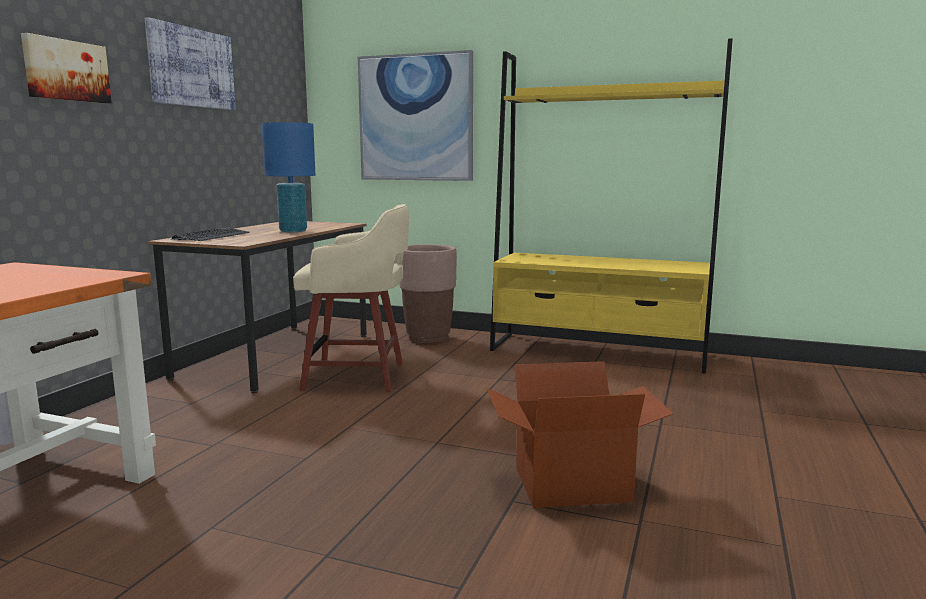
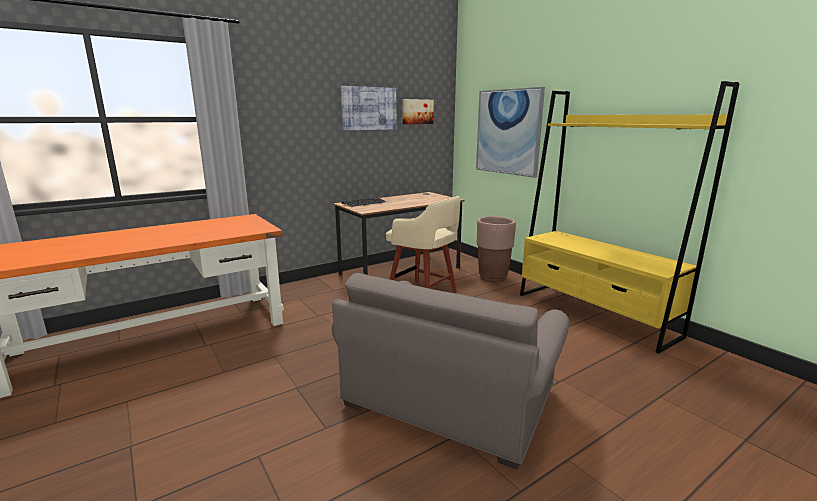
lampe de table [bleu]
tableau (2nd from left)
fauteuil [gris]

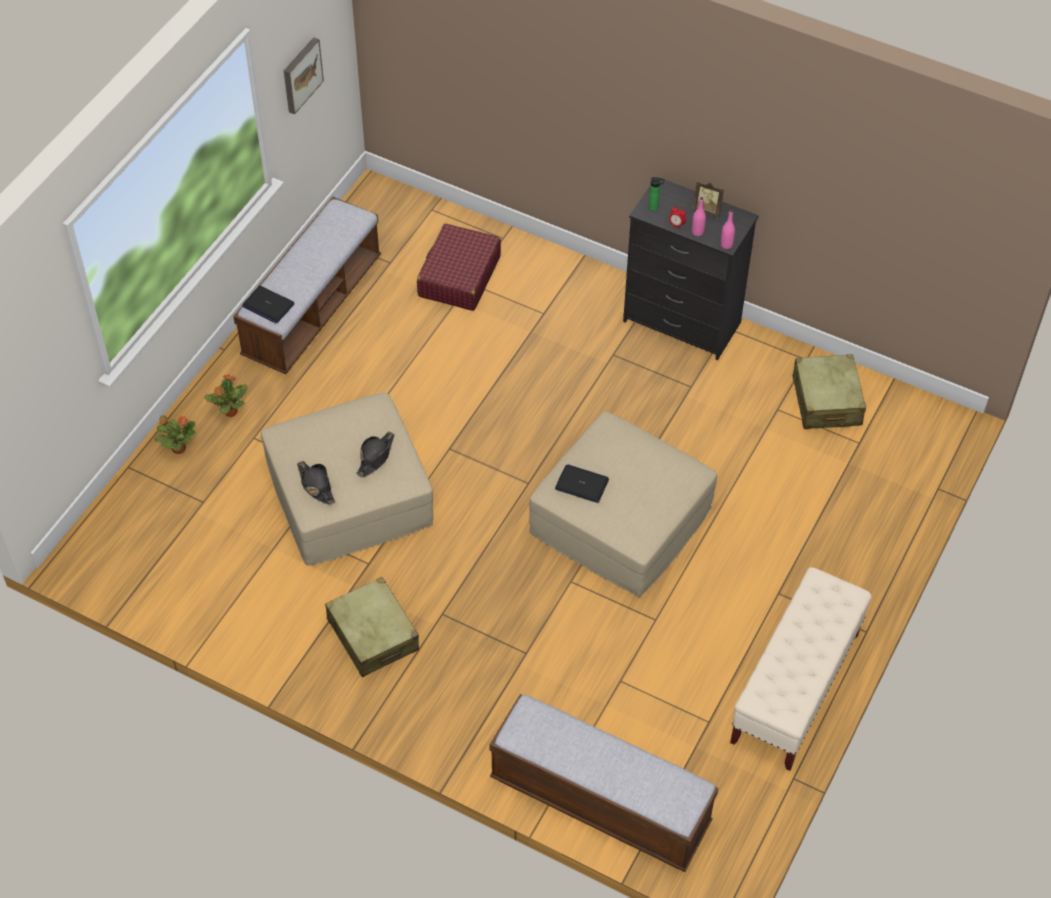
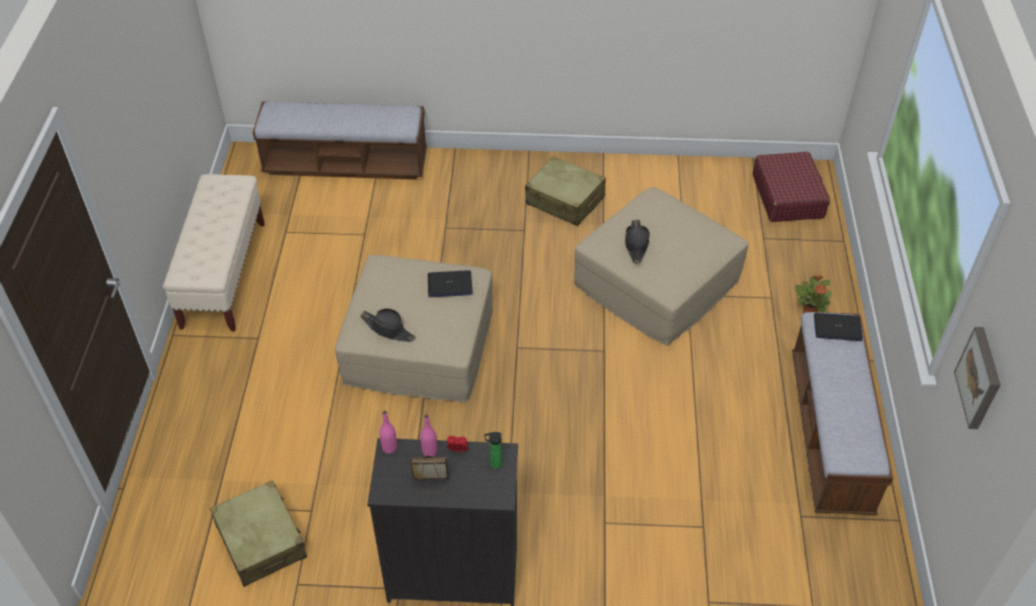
plante en pot (1st from left in the first image)
chapeau [noir] (1st from left)
valise [rouge]

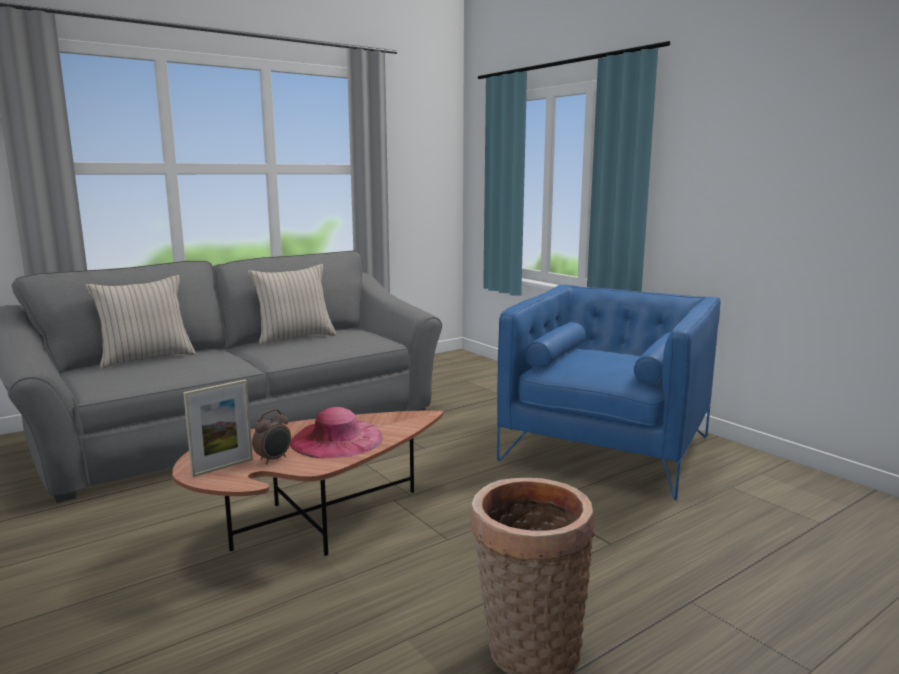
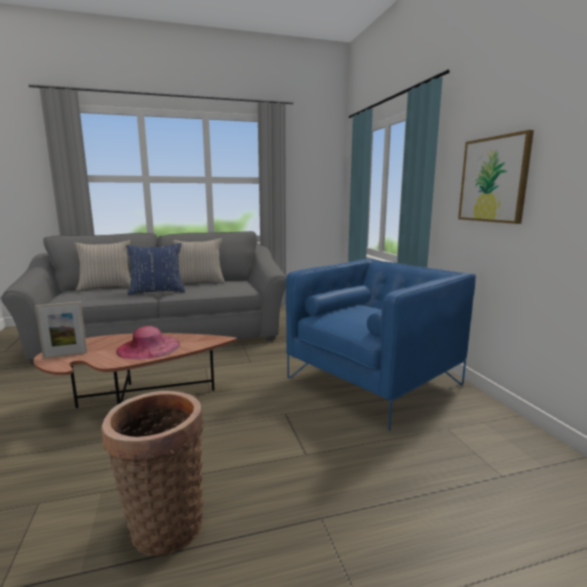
réveil
coussin [bleu]
tableau

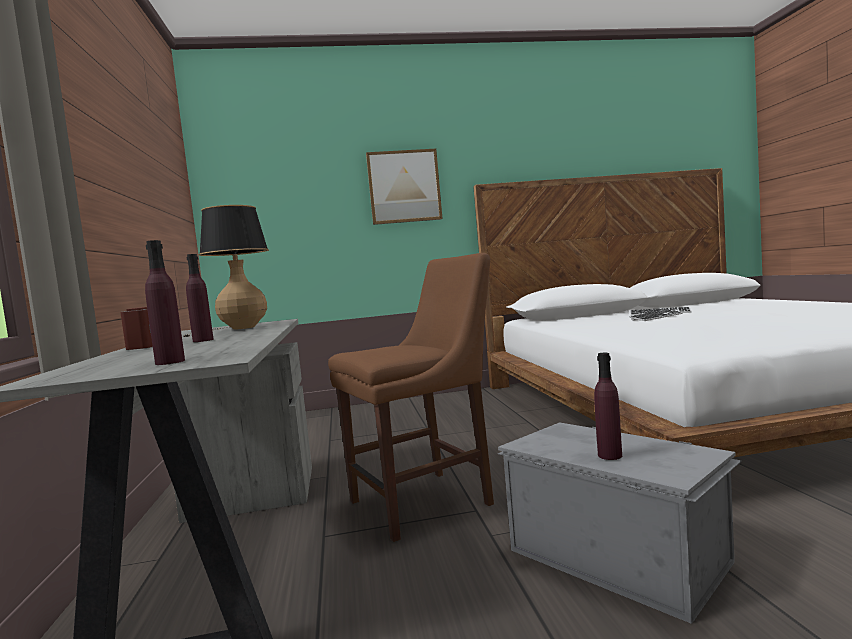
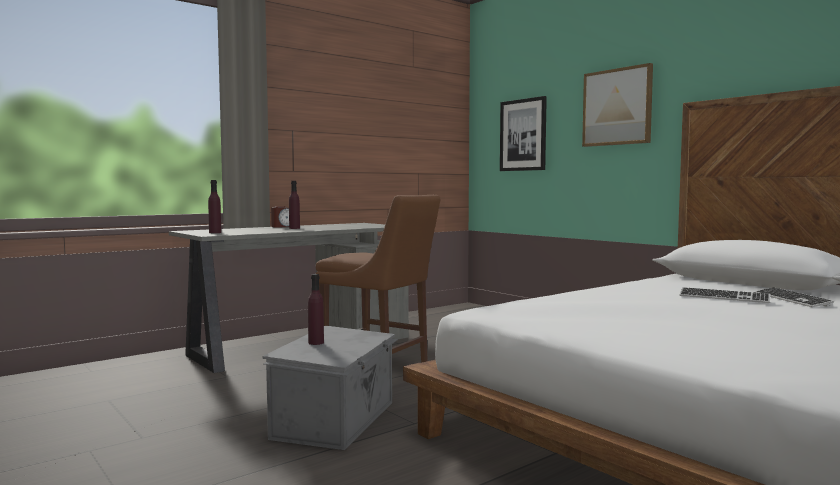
lampe de table
tableau (1st from left)

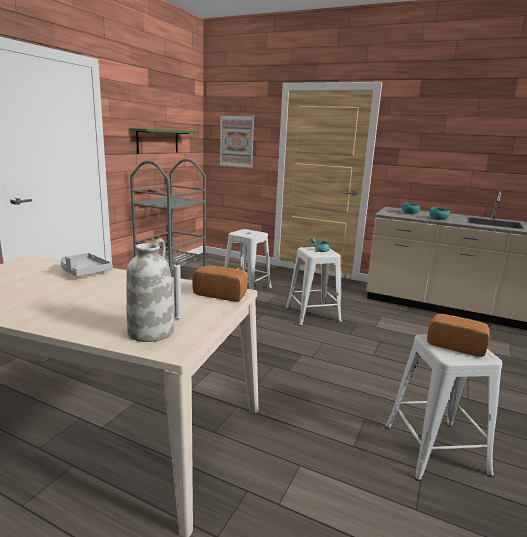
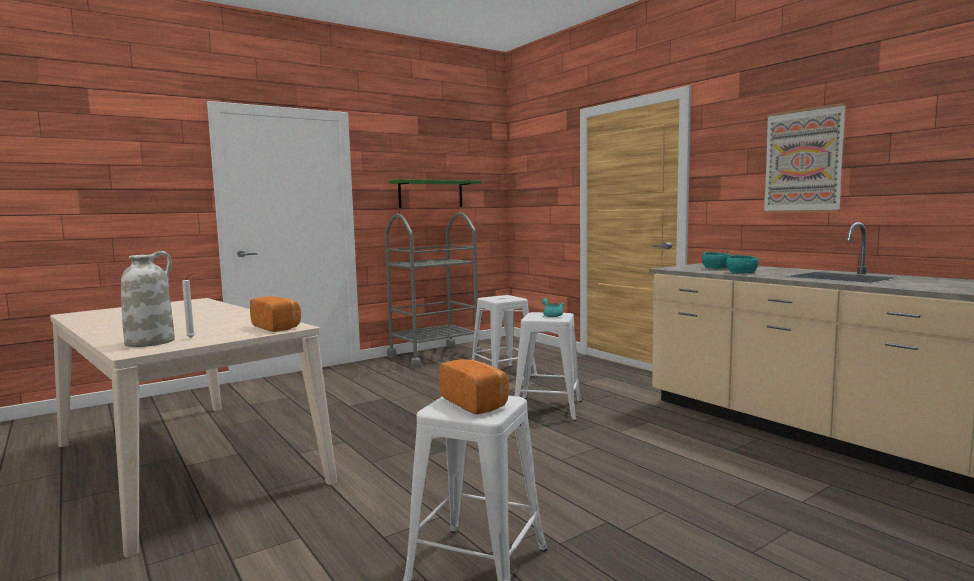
plateau [gris]
tableau

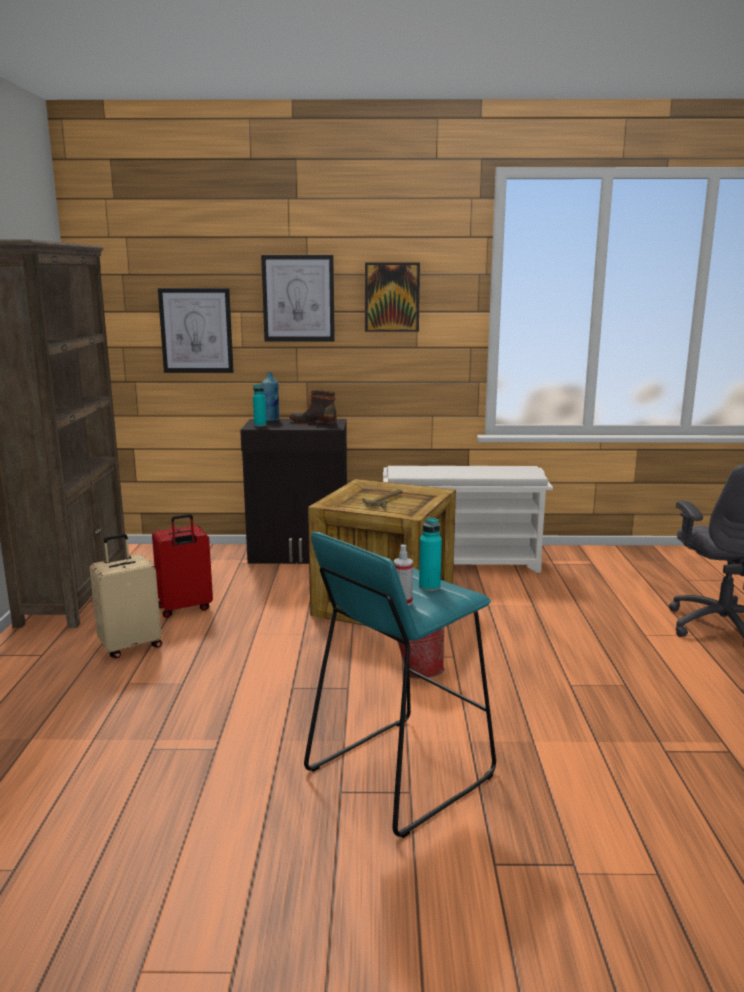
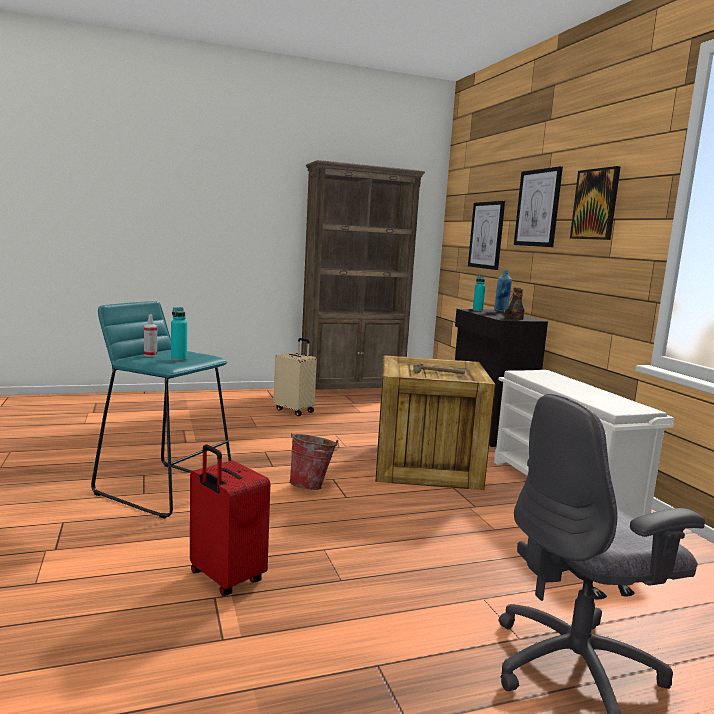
valise [rouge]

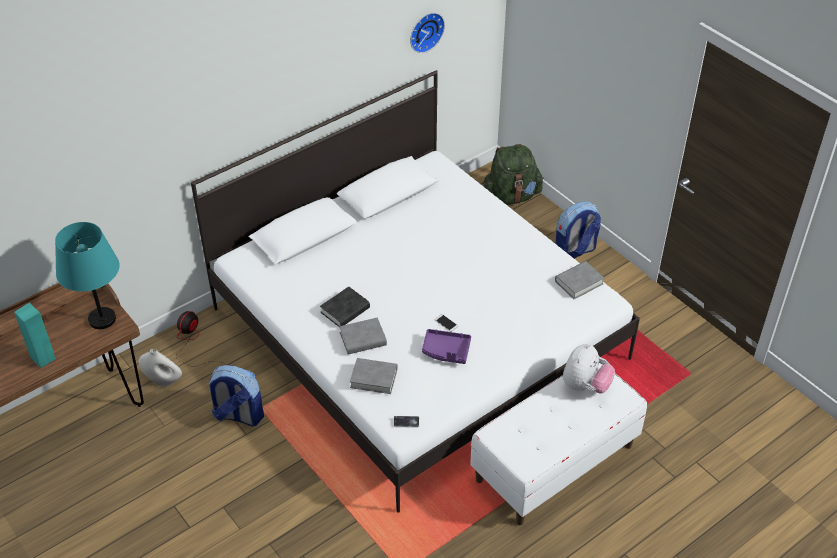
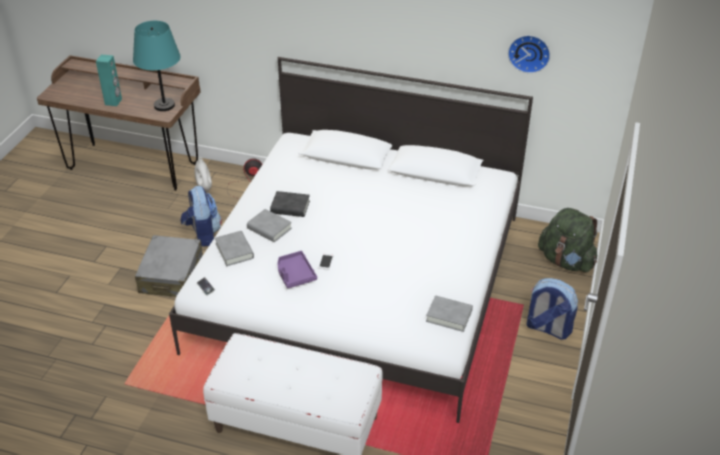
peluche
valise [gris]

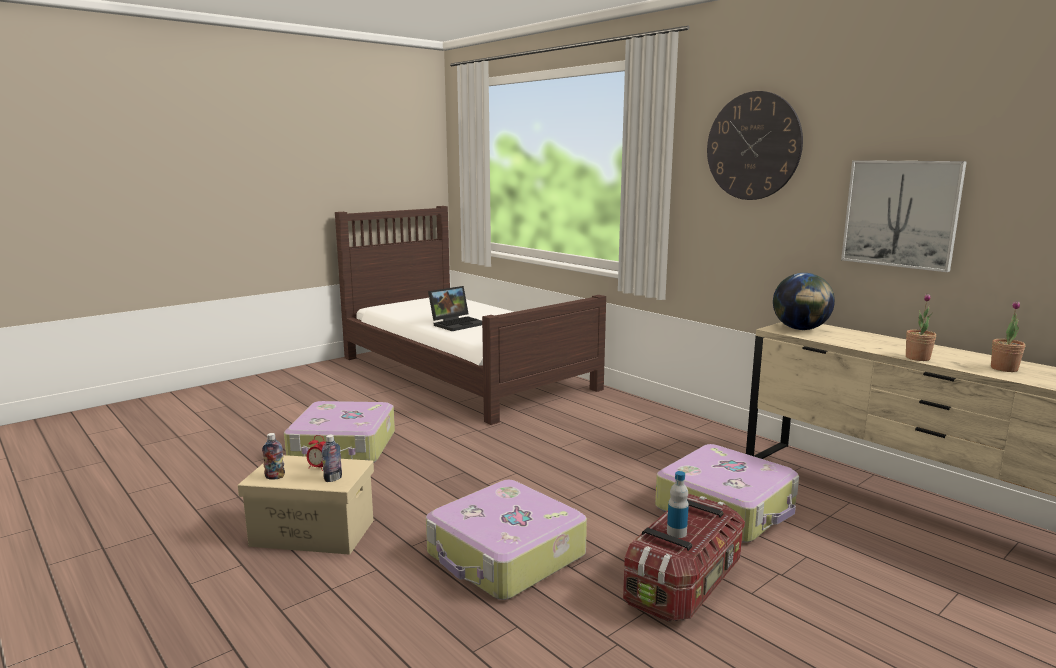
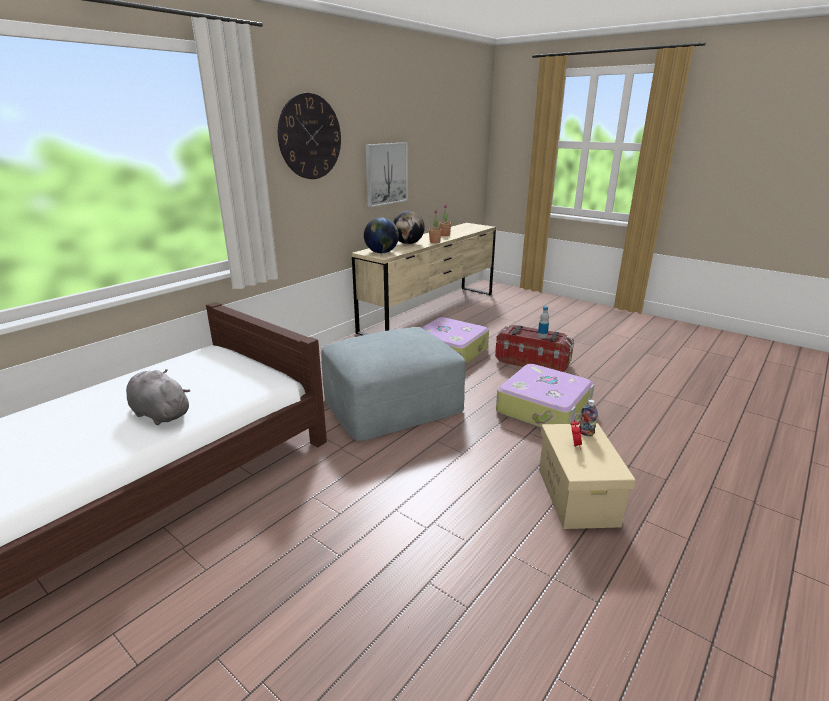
bouteille (1st from left in the first image)
valise (1st from left in the first image)
pouf [gris]
globe (2nd from left)
peluche [gris]

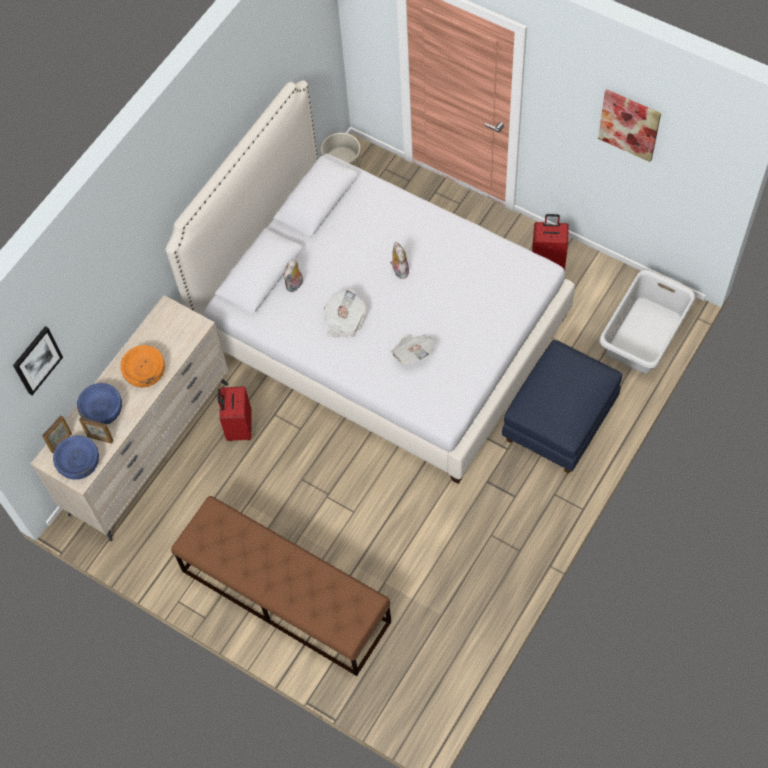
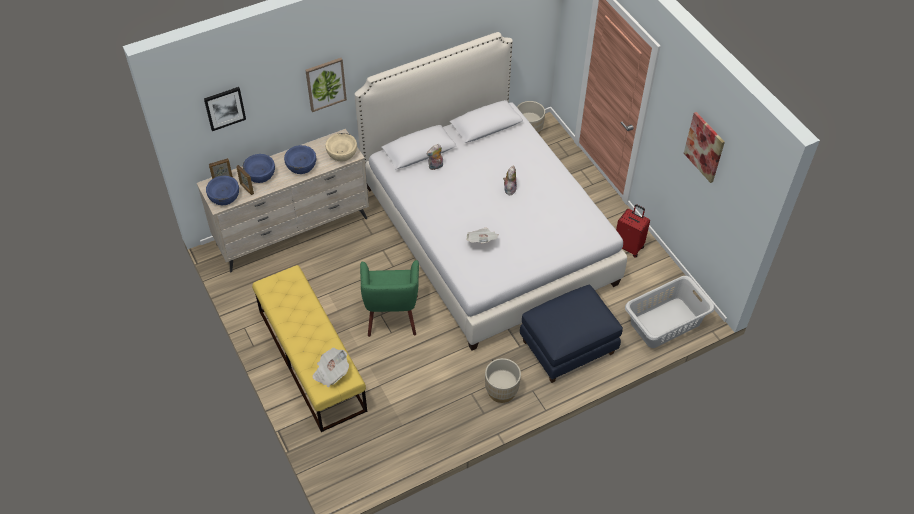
valise [rouge] (1st from left in the first image)
tableau (2nd from left)
bol [beige]
fauteuil [vert]
cache-pot [beige] (1st from left)
journal (1st from left)
bol [bleu] (3rd from left)
banc [jaune]

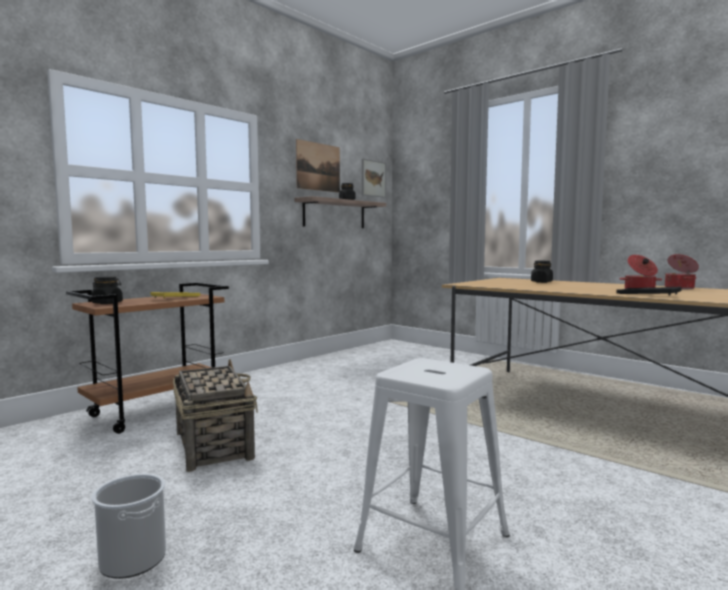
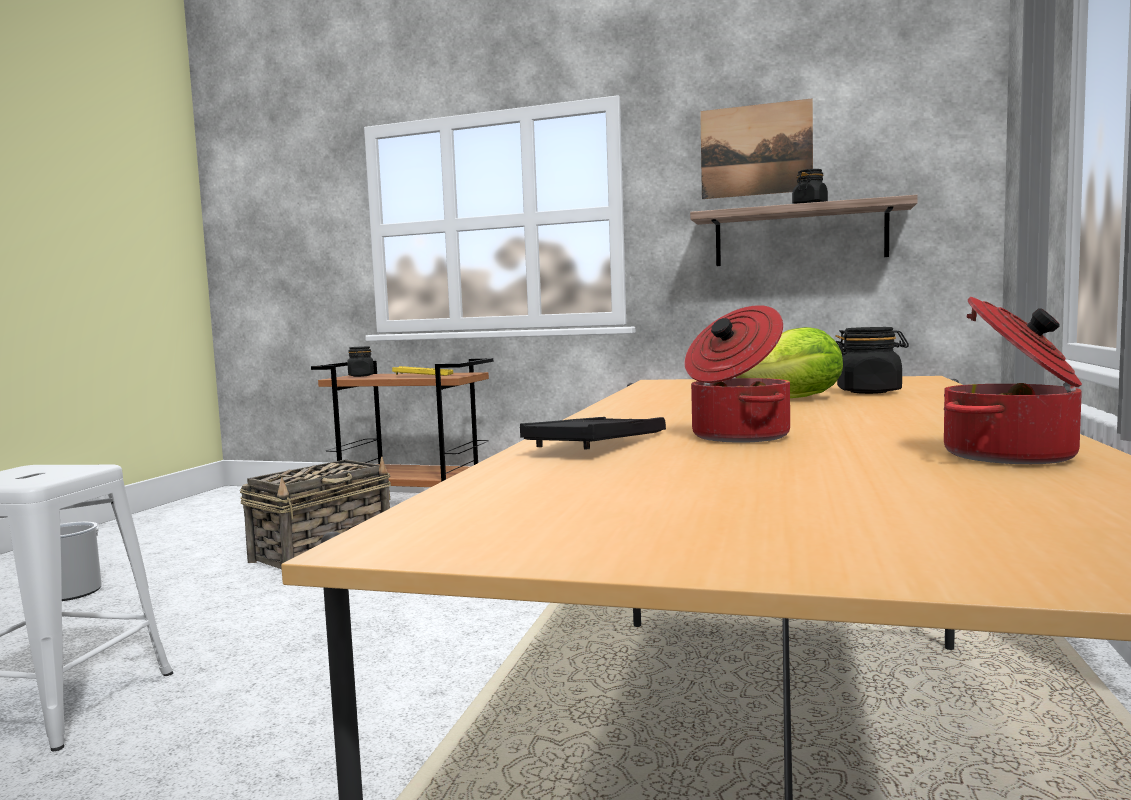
tableau (2nd from left in the first image)
laitue

